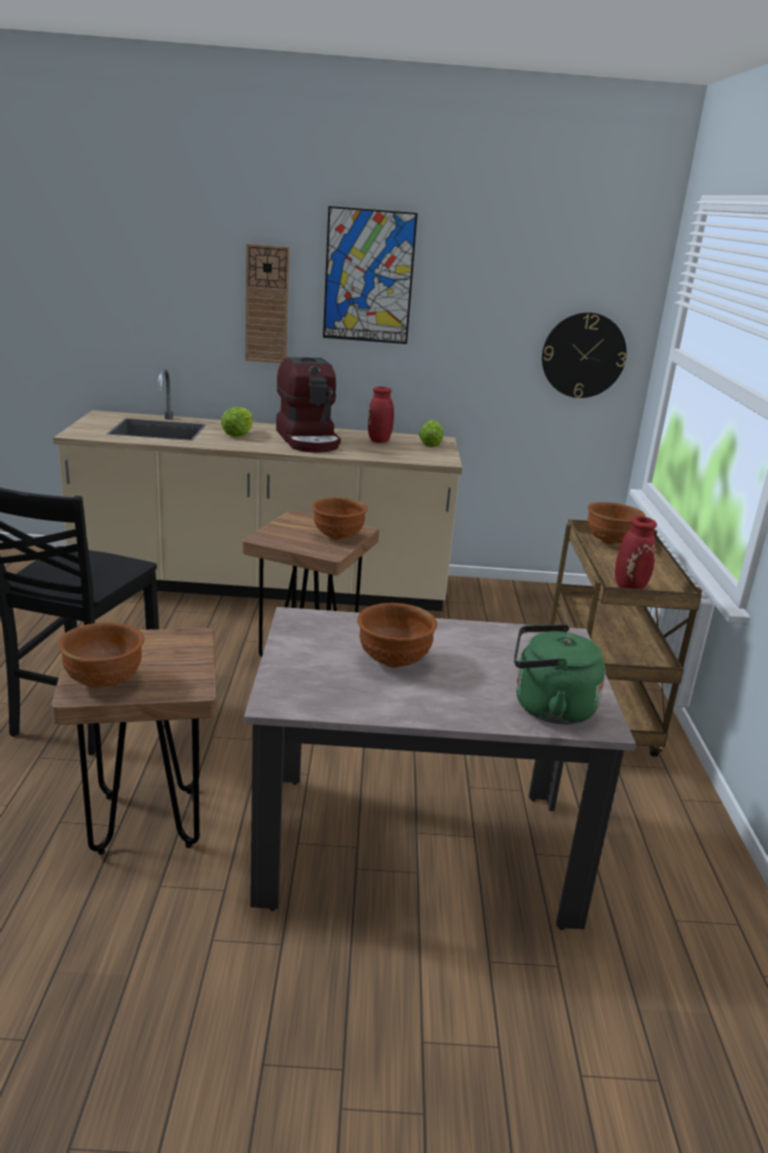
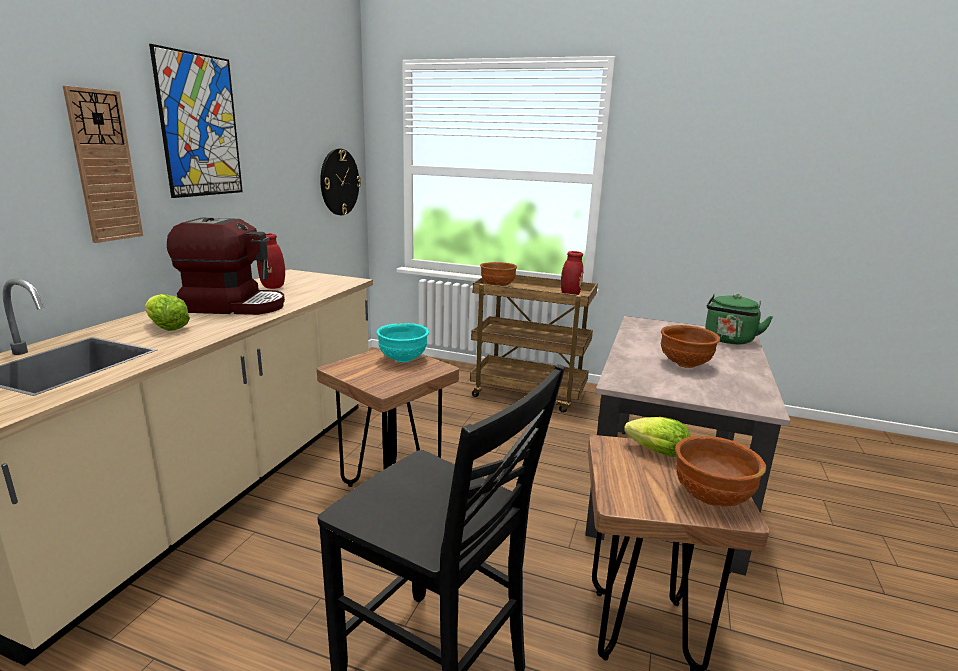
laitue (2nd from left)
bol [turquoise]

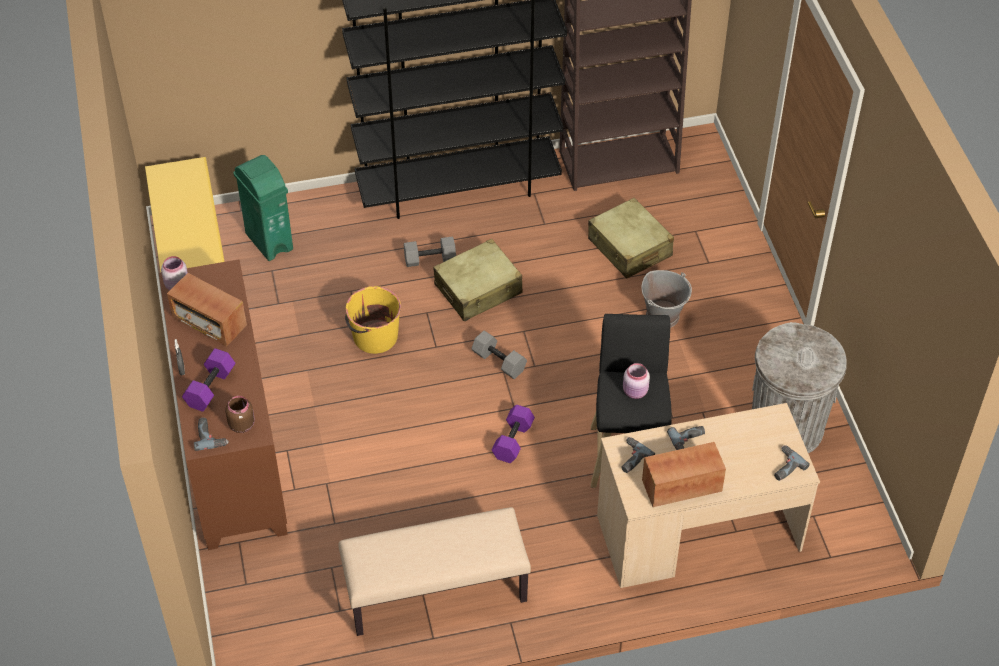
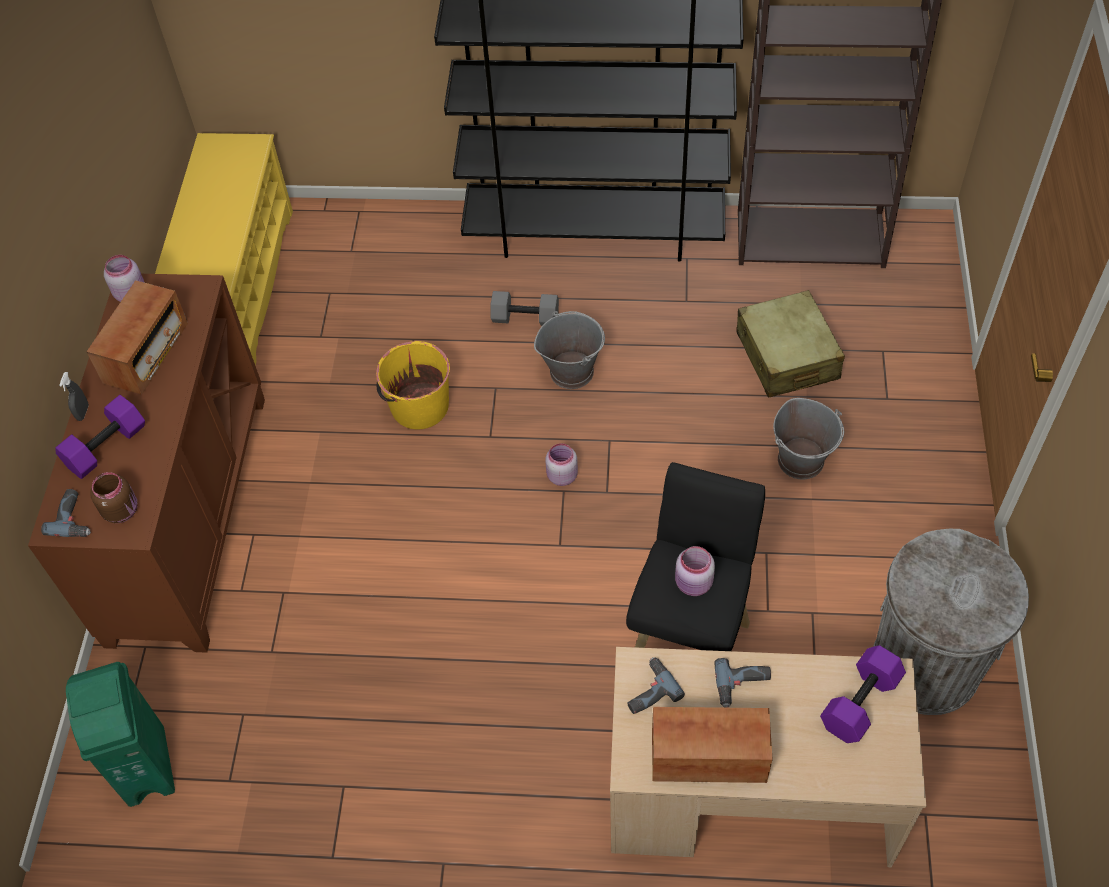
banc [beige]
perceuse (4th from left in the first image)
poubelle [vert]
haltère [violet] (2nd from left)
seau [gris] (1st from left)
bocal [rose] (2nd from left)
radio (1st from left)

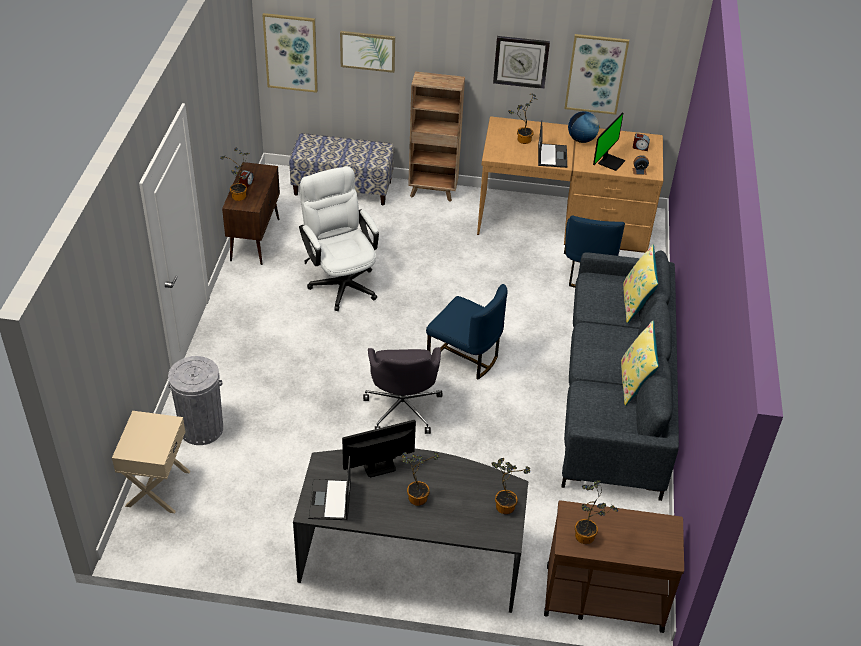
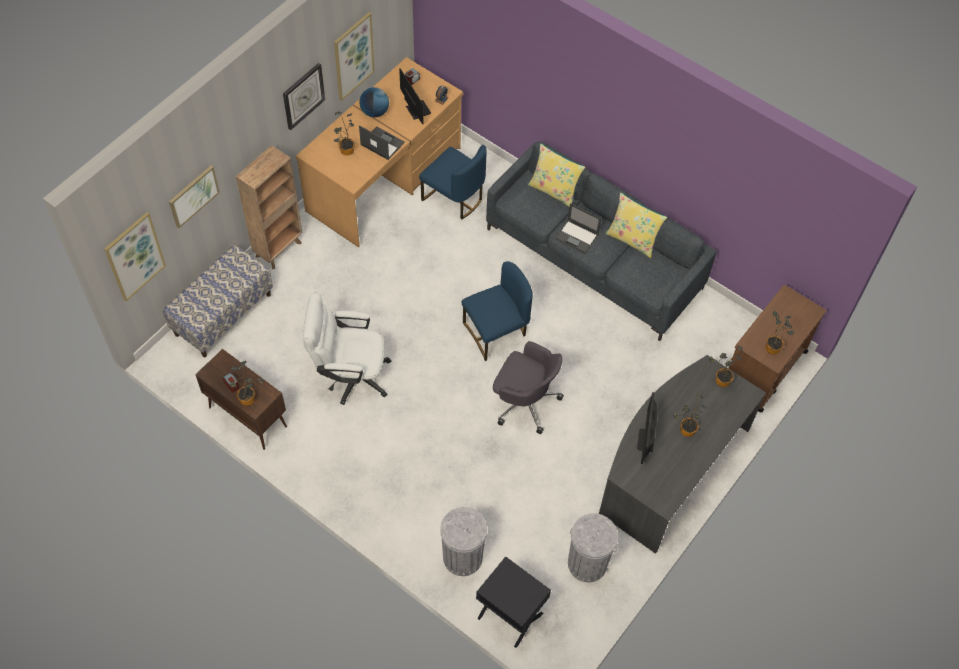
poubelle [gris] (2nd from left)
ordinateur portable (2nd from left)
table de chevet [noir]

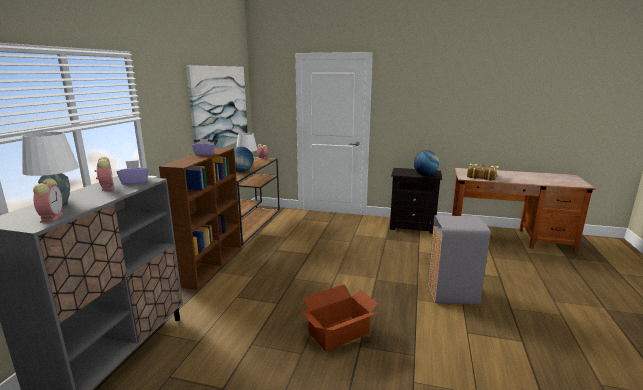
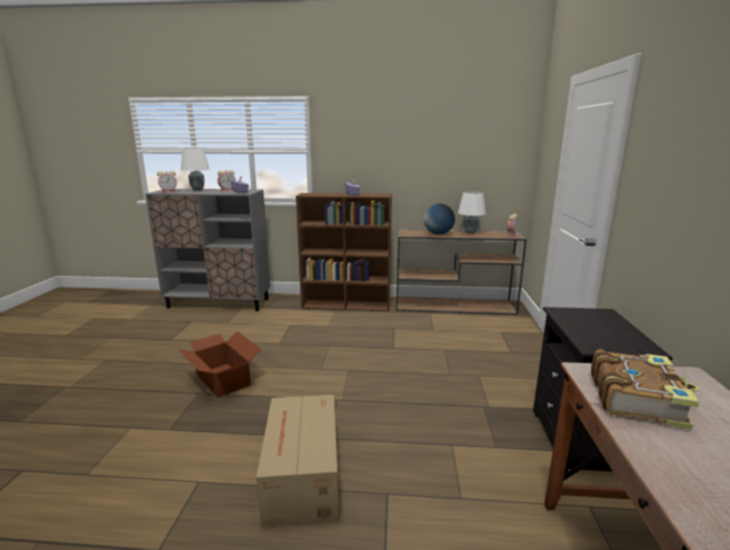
tableau
globe (2nd from left in the first image)
carton (2nd from left)

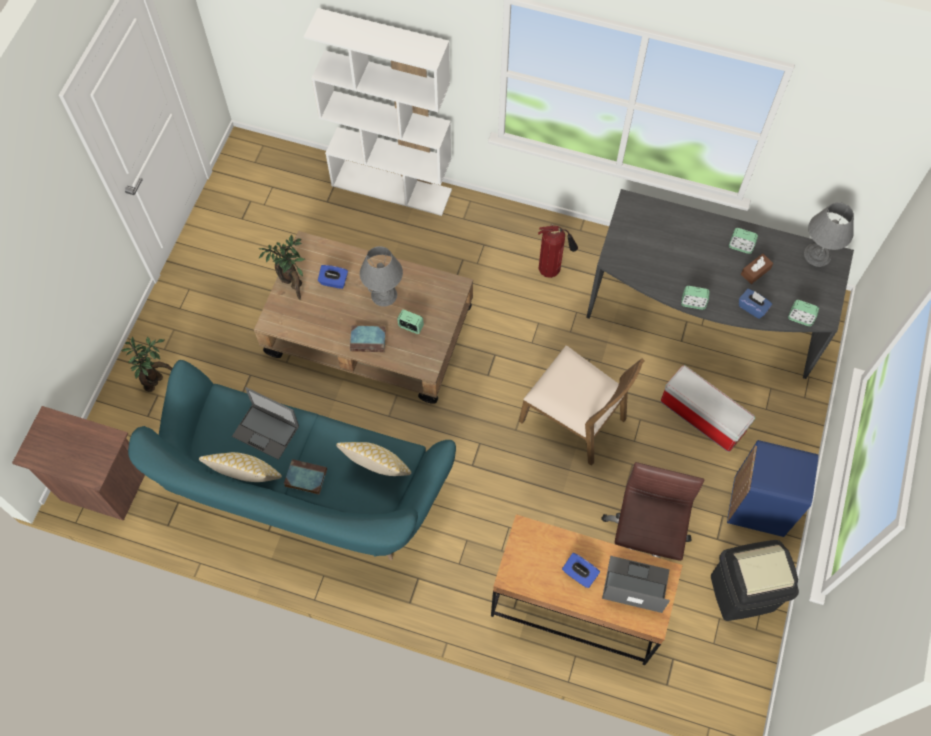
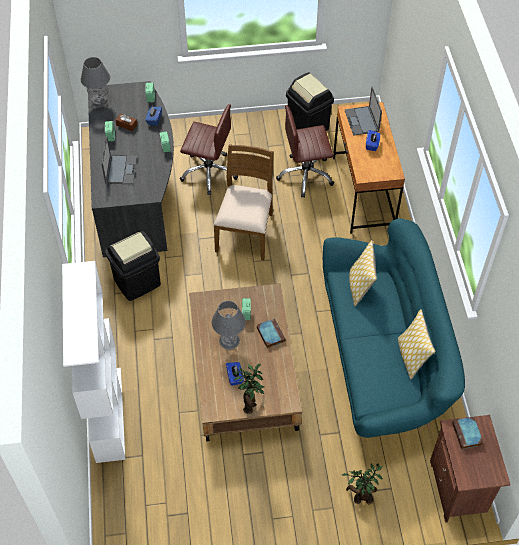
poubelle [bleu]
ordinateur portable (1st from left)
livre (2nd from left)
poubelle [noir] (1st from left)
chaise de bureau [marron] (1st from left)

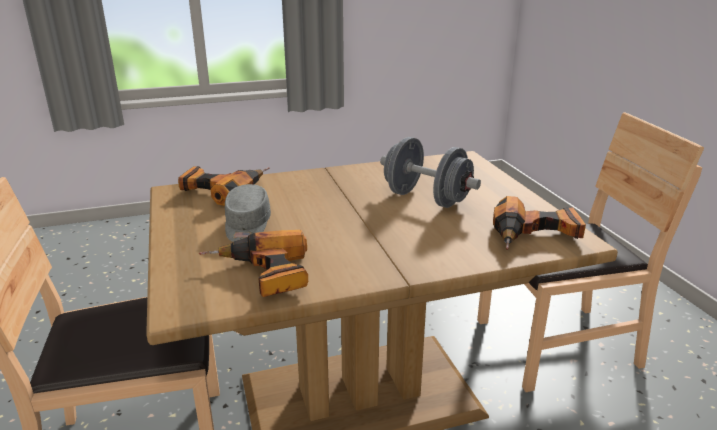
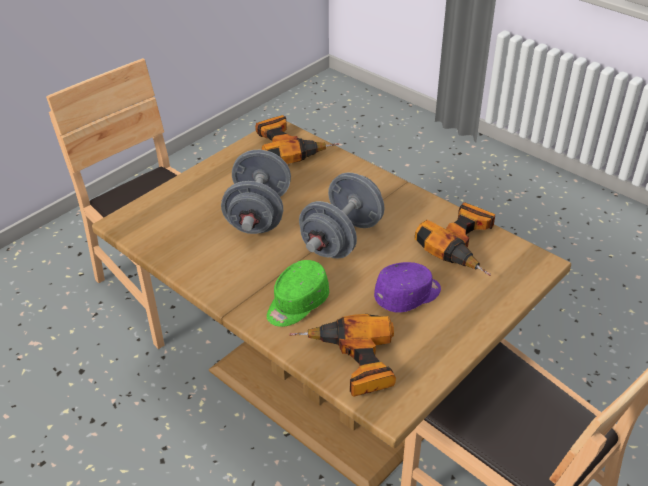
casquette [vert]
haltère [gris] (2nd from left)
casquette [violet]

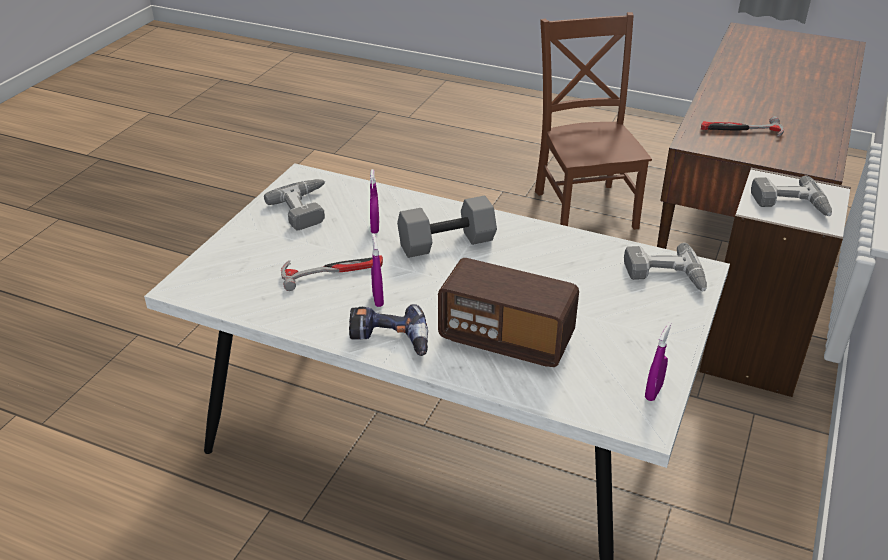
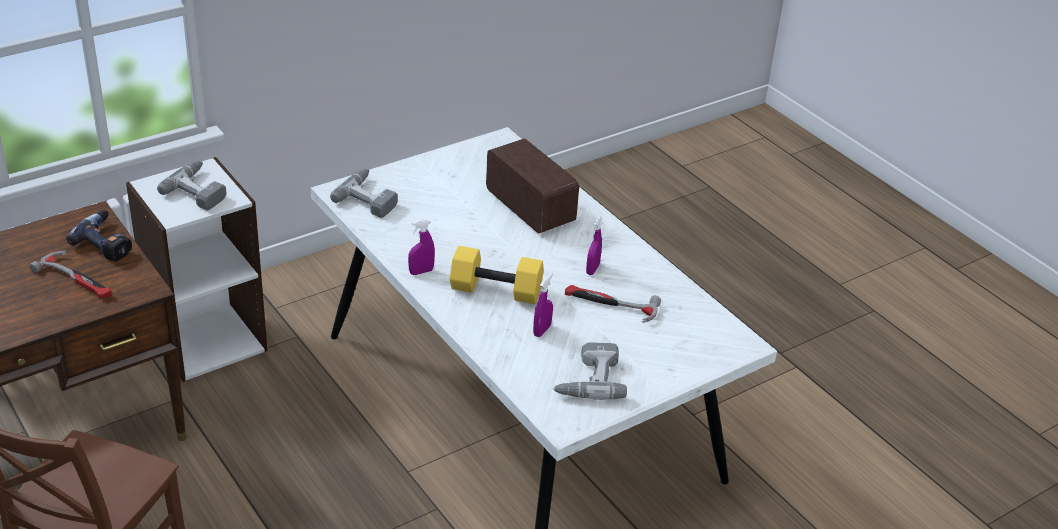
perceuse (1st from left)
vaporisateur [violet] (1st from left)
haltère [jaune]

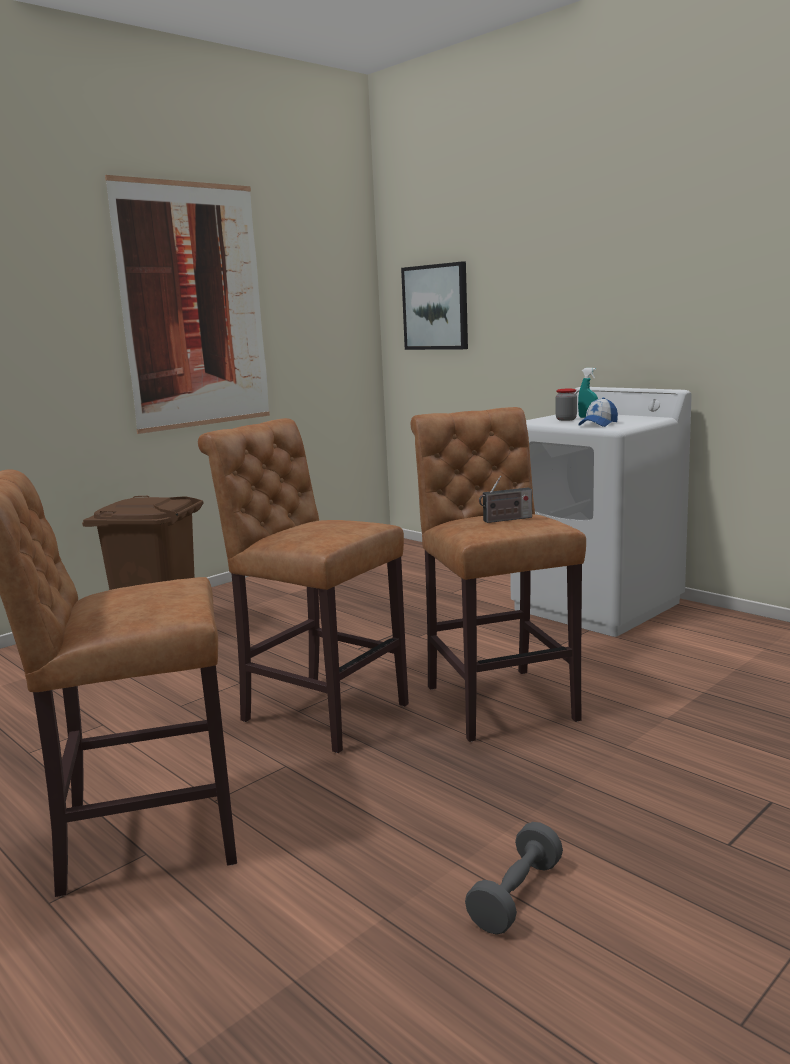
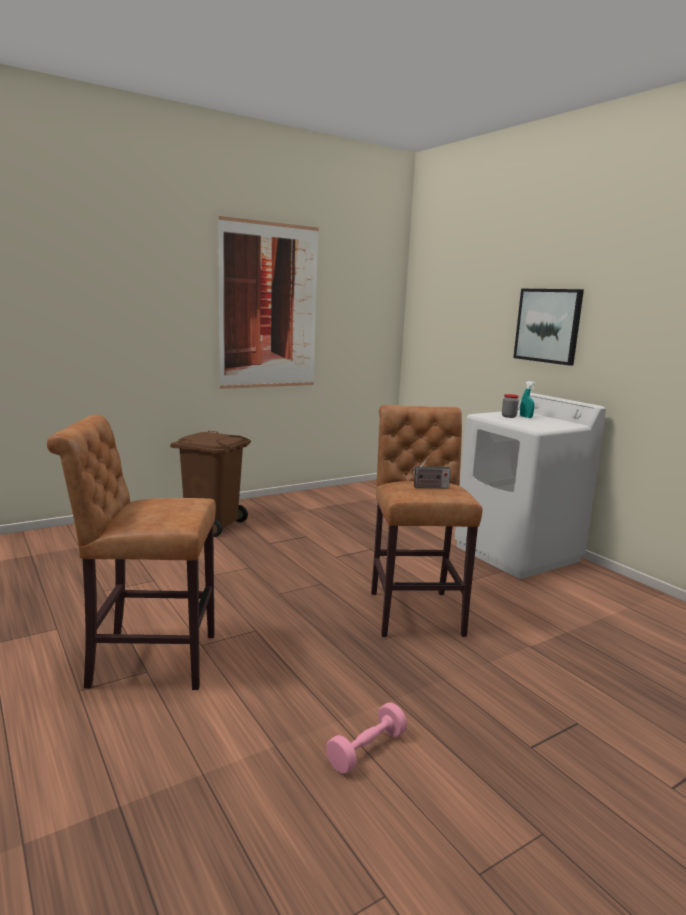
tabouret [marron] (2nd from left in the first image)
casquette
tableau (2nd from left)
haltère [rose]

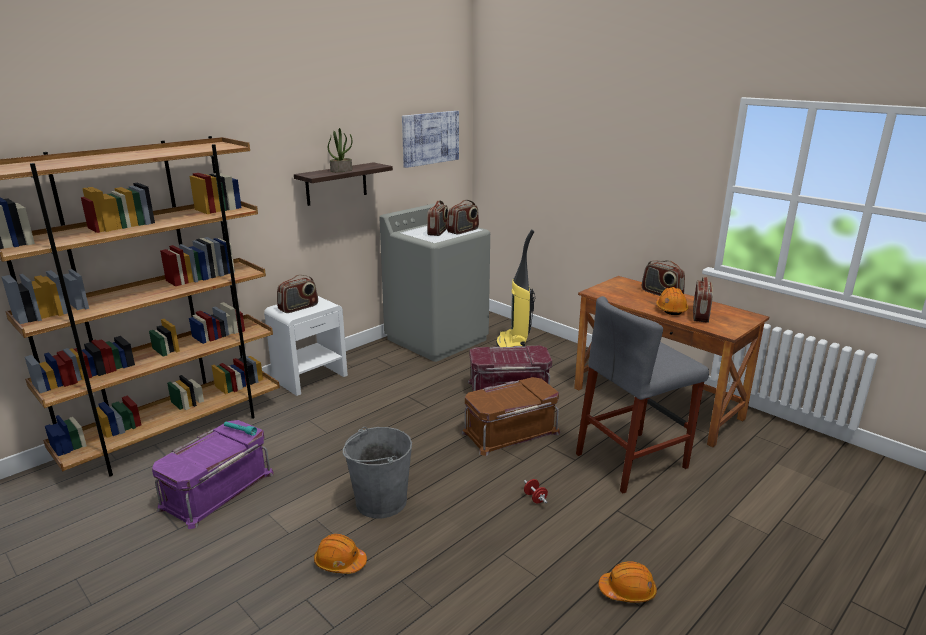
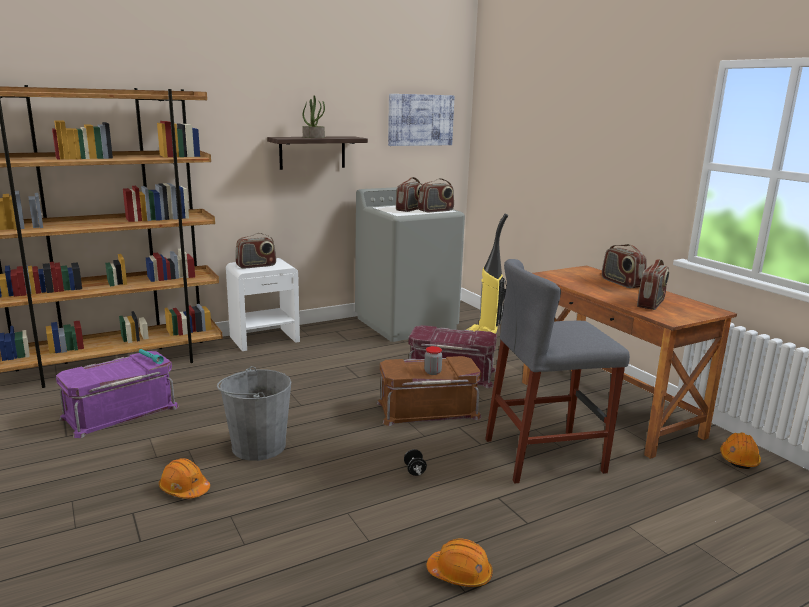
bocal
casque de chantier [orange] (3rd from left)
haltère [noir]

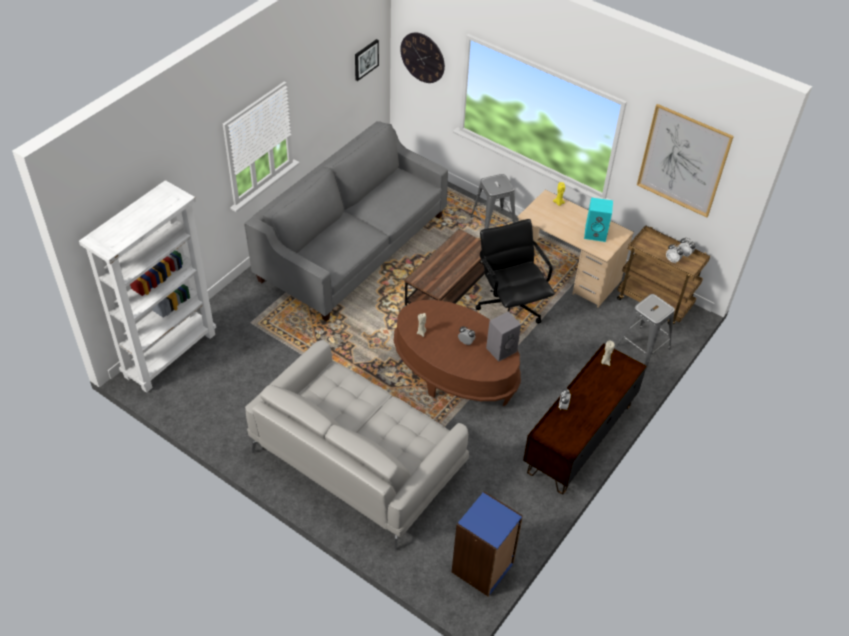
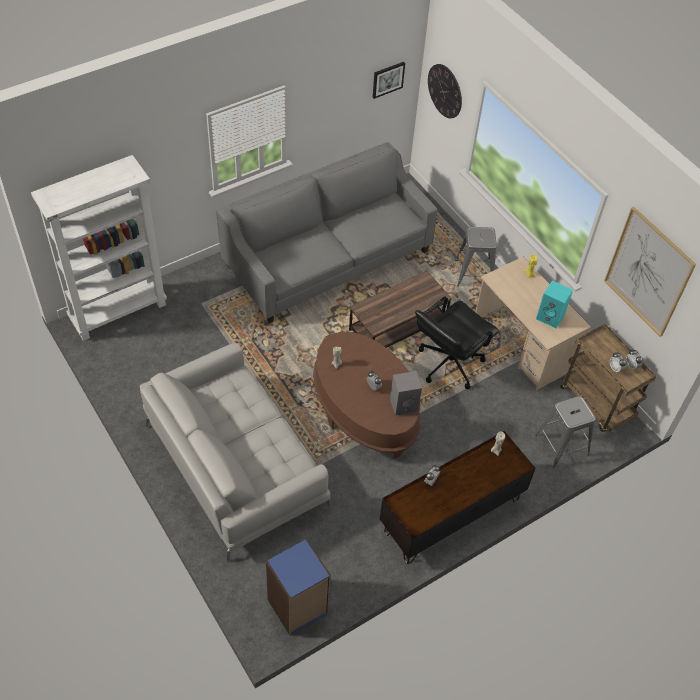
chaise de bureau [noir]

